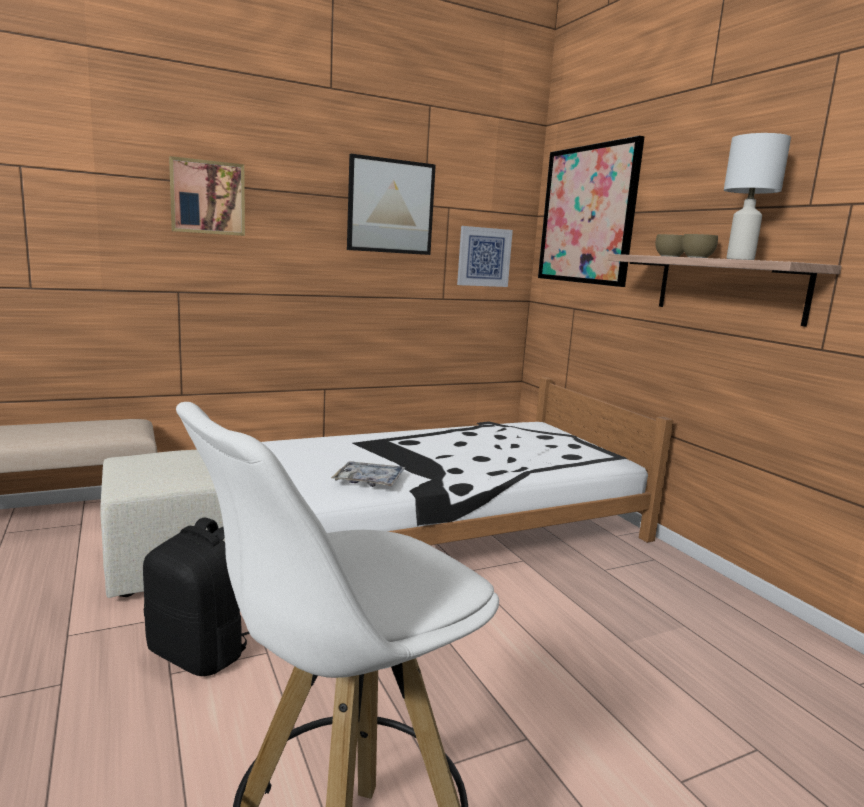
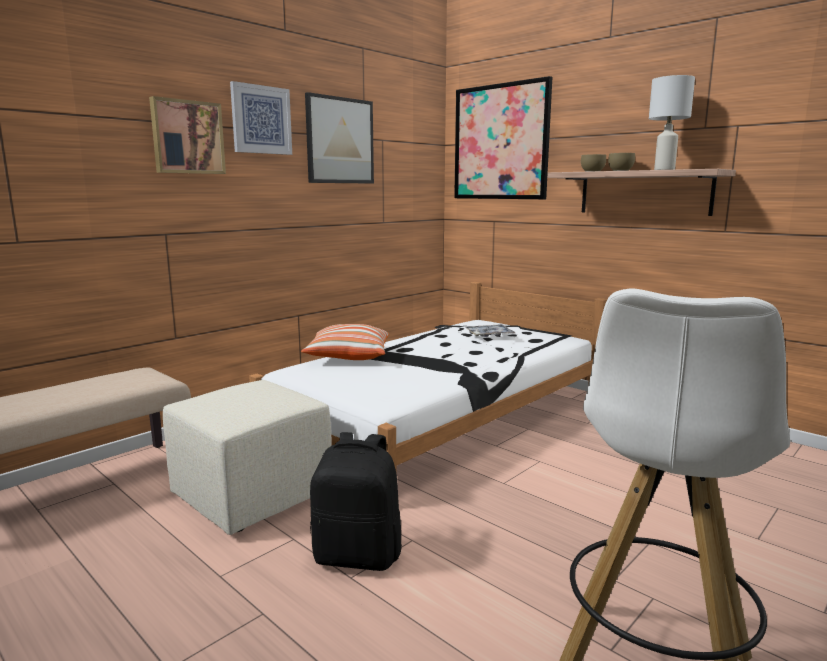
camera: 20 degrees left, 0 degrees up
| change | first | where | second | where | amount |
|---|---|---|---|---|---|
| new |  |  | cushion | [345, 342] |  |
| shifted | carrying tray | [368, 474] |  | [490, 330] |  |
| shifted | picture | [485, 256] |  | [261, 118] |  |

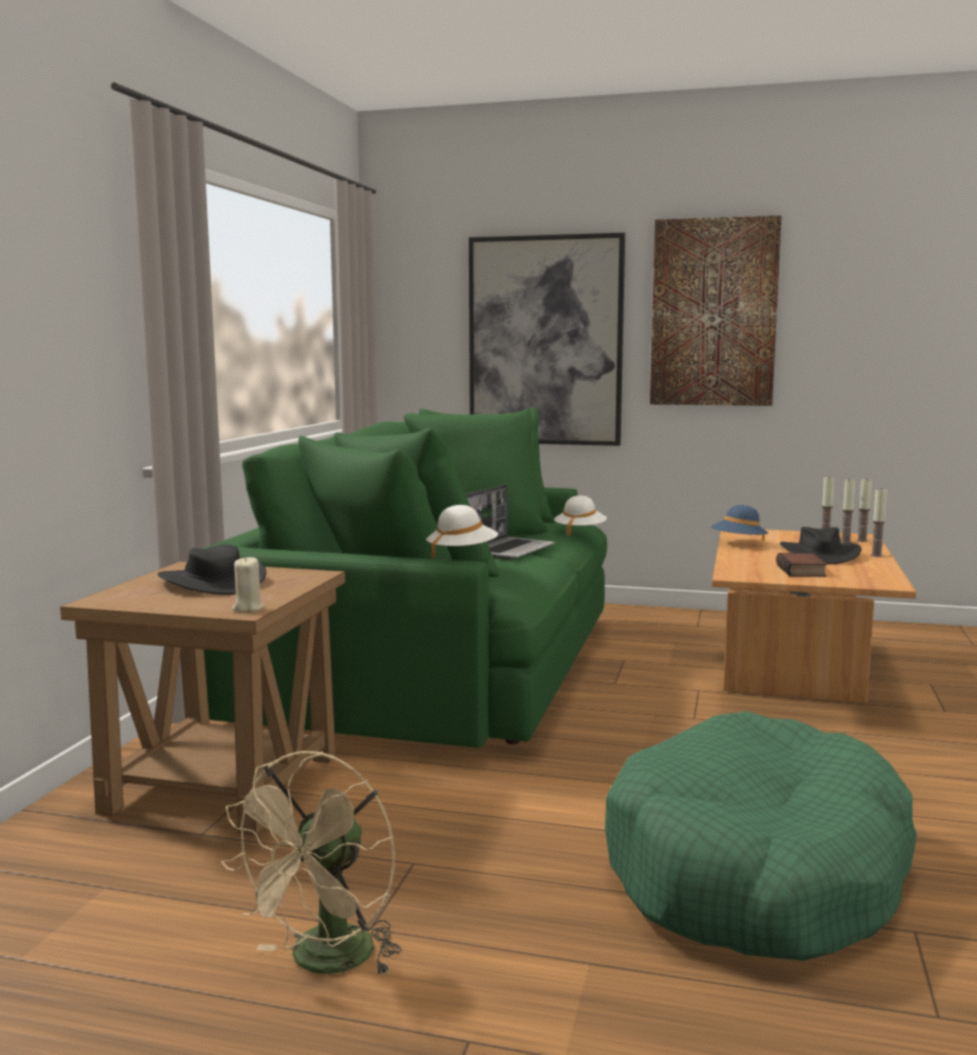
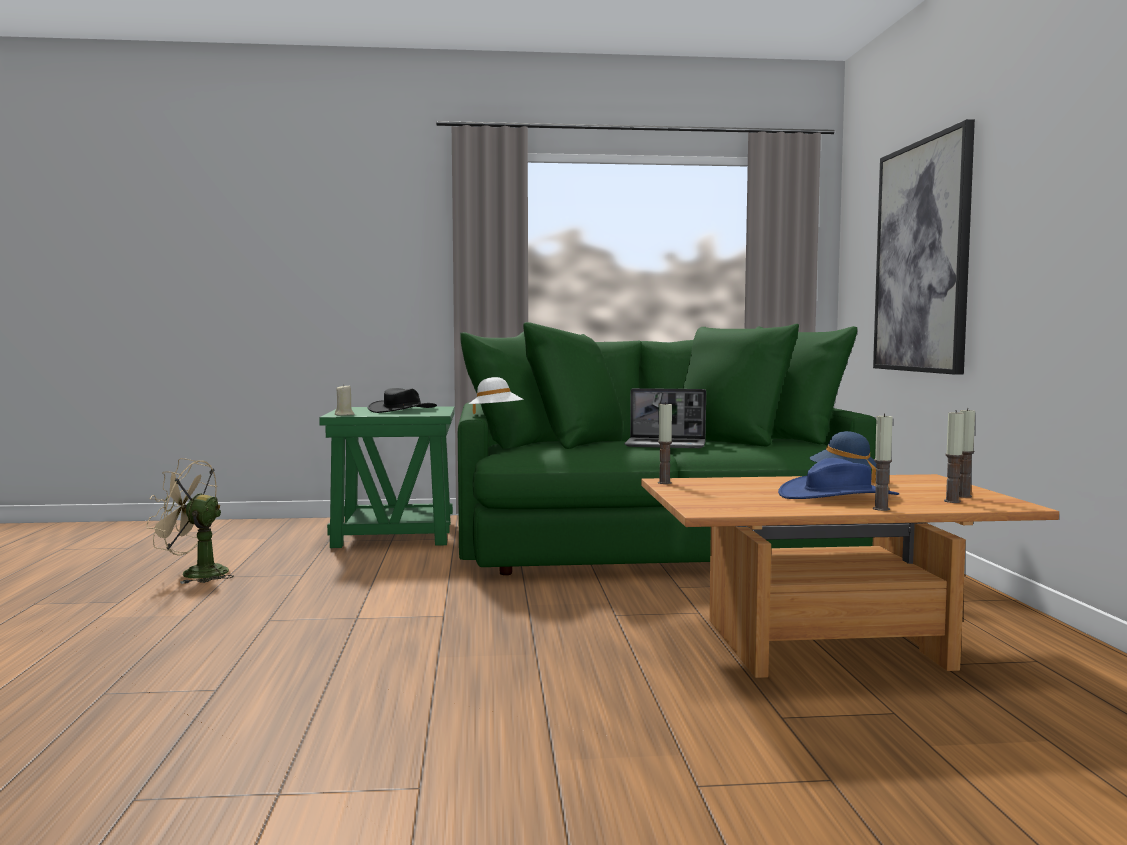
camera: 70 degrees right, 5 degrees down
| change | first | where | second | where | amount |
|---|---|---|---|---|---|
| gone | white clothing hat | [580, 515] |  |  |  |
| gone | greenish dog cushion | [761, 836] |  |  |  |
| gone | picture | [716, 310] |  |  |  |
| gone | book | [801, 565] |  |  |  |
| shifted | candle | [864, 510] |  | [665, 443] |  |
| repainted | brown-coloured accent table | [202, 698] | greenish accent table | [387, 477] |  |
| repainted | black-coloured clothing hat | [821, 545] | blue-coloured clothing hat | [838, 478] |  |

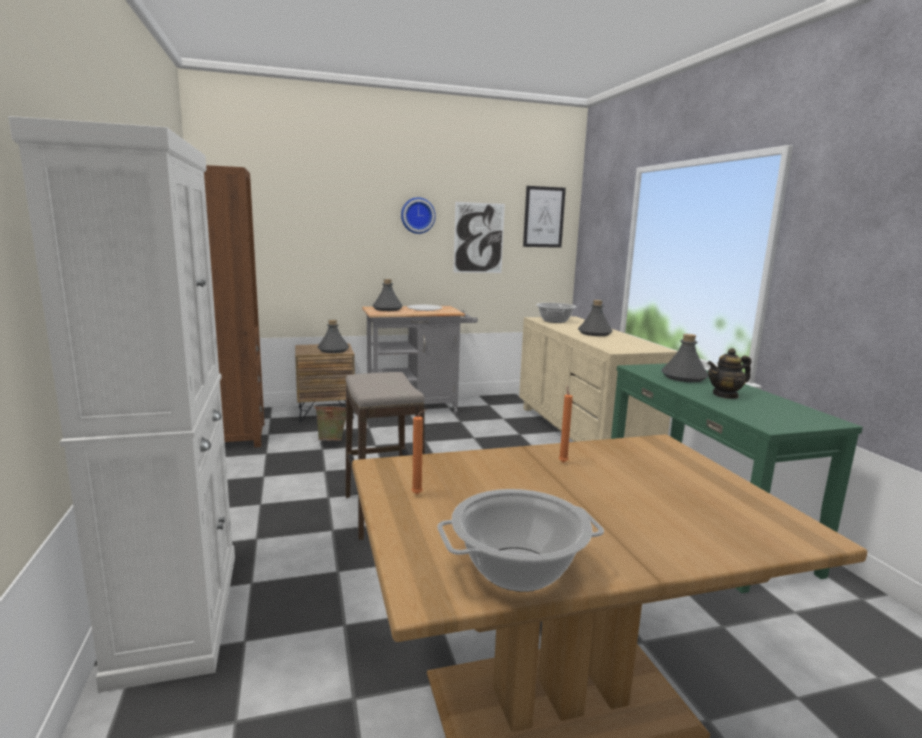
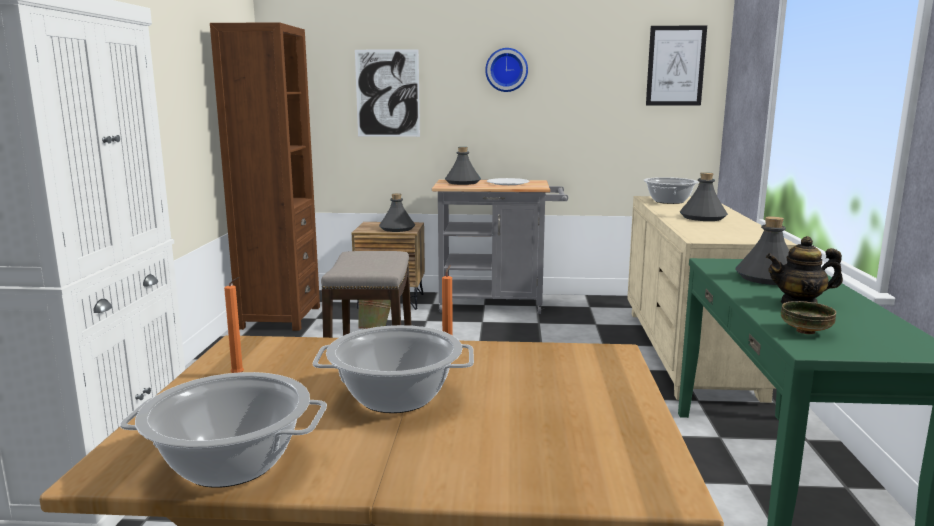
camera: 20 degrees right, 0 degrees up
| change | first | where | second | where | amount |
|---|---|---|---|---|---|
| new |  |  | cooking pot | [393, 369] |  |
| new |  |  | deep dish | [808, 317] |  |
| shifted | picture | [479, 237] |  | [387, 93] |  |

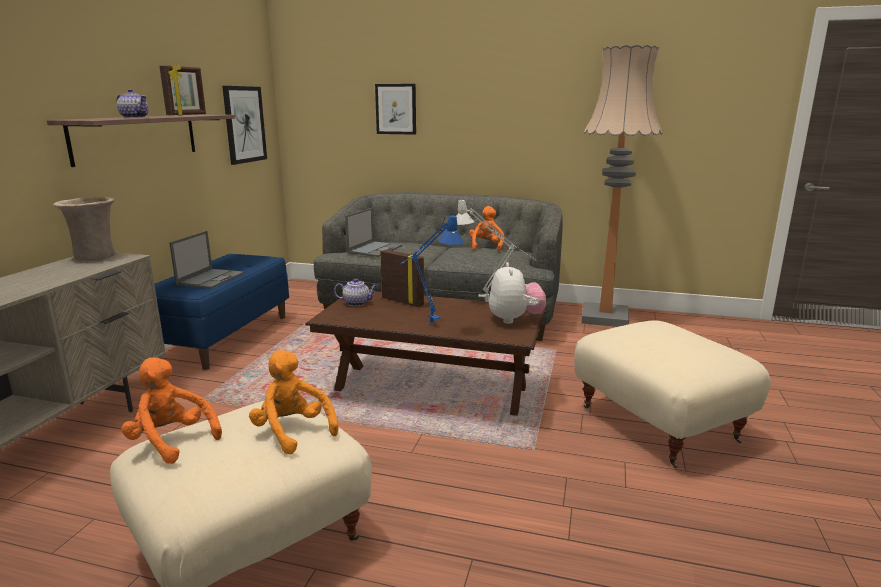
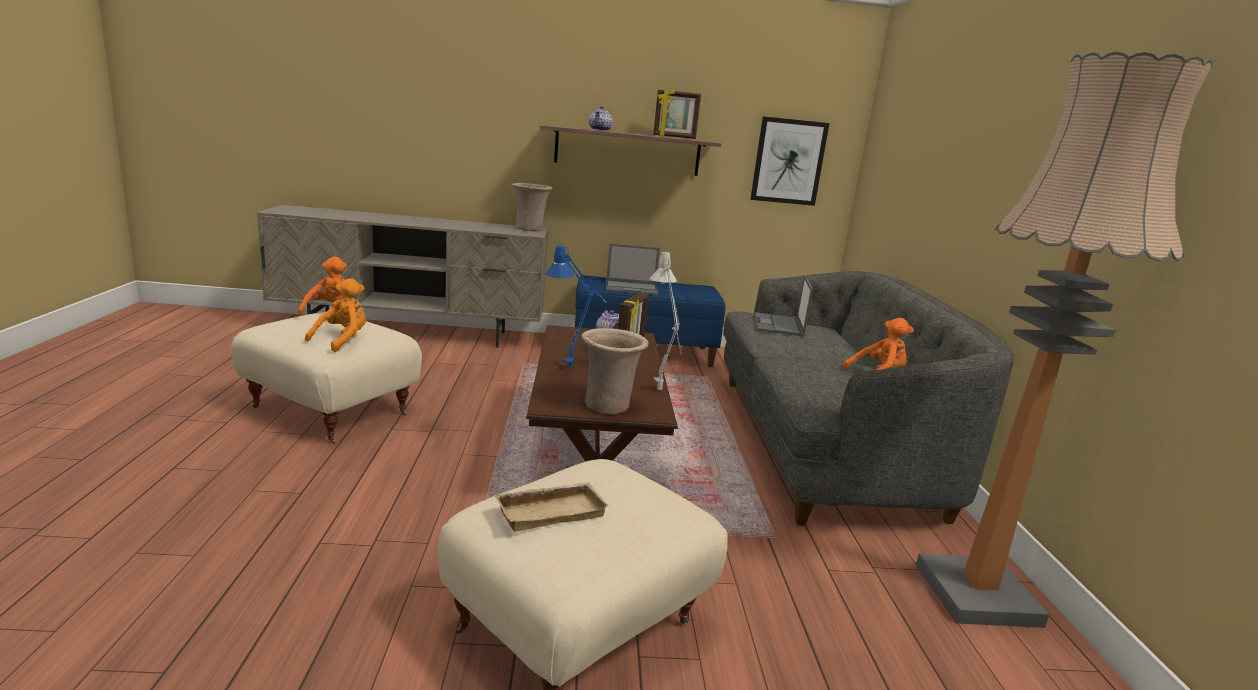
camera: 70 degrees right, 0 degrees up
| change | first | where | second | where | amount |
|---|---|---|---|---|---|
| gone | picture | [395, 109] |  |  |  |
| new |  |  | sand-coloured carrying tray | [552, 506] |  |
| swapped | cuddly toy | [517, 293] | sand-coloured flower vase | [615, 371] |  |
| rotated | notebook computer | [373, 232] |  | [784, 305] | 90 degrees clockwise |

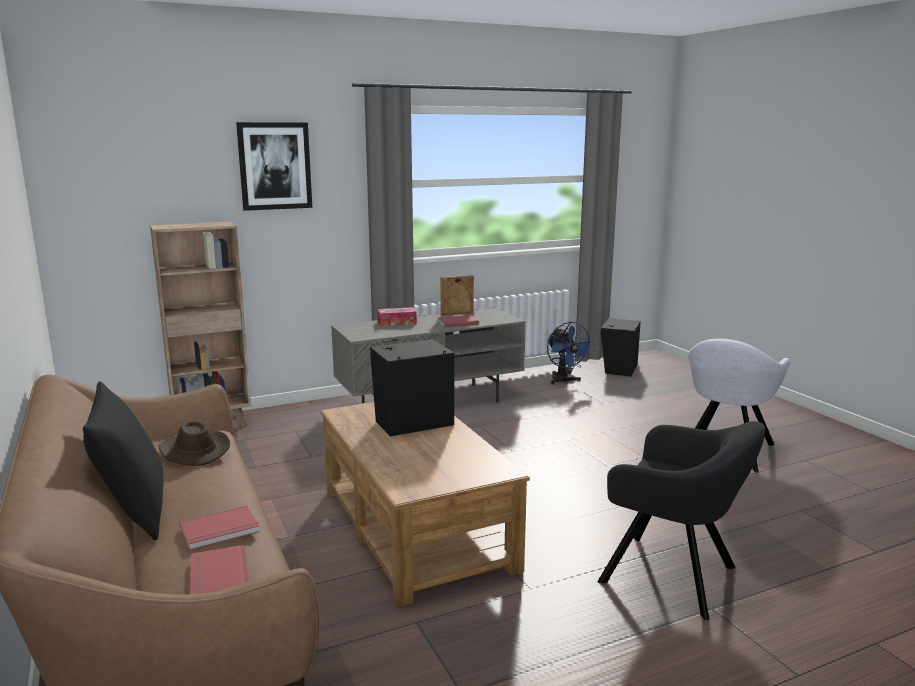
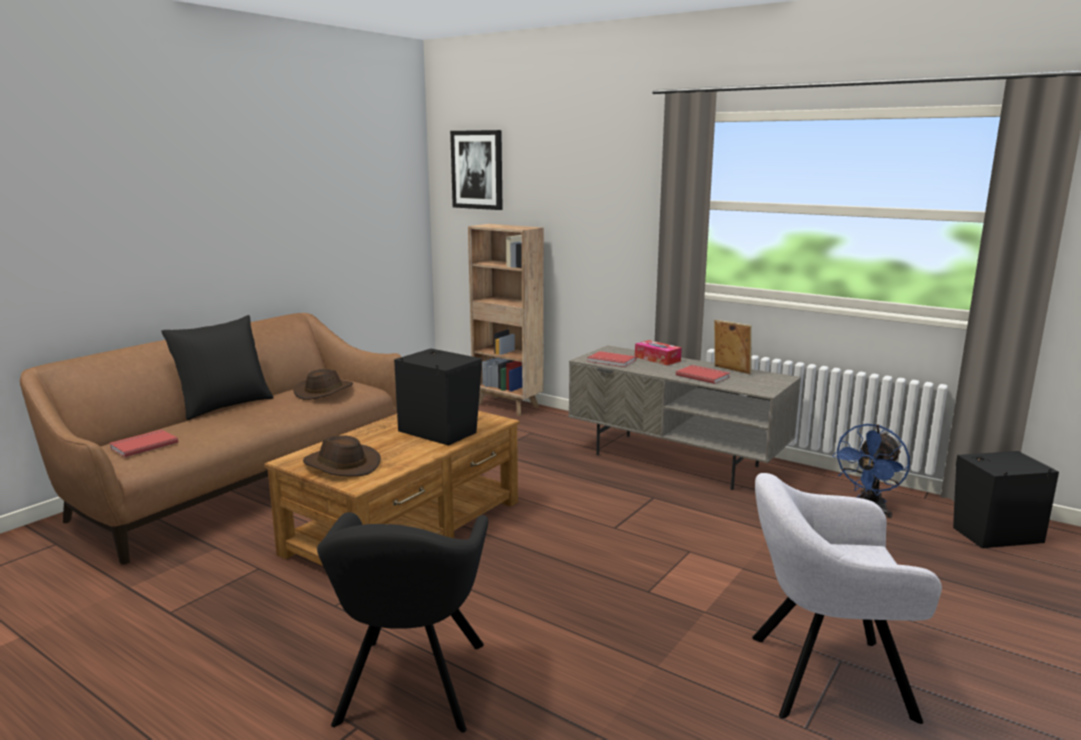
camera: 60 degrees right, 0 degrees up
| change | first | where | second | where | amount |
|---|---|---|---|---|---|
| new |  |  | brown-coloured clothing hat | [342, 456] |  |
| shifted | reddish book | [219, 528] |  | [611, 359] |  |
| shifted | picture | [274, 166] |  | [476, 170] |  |

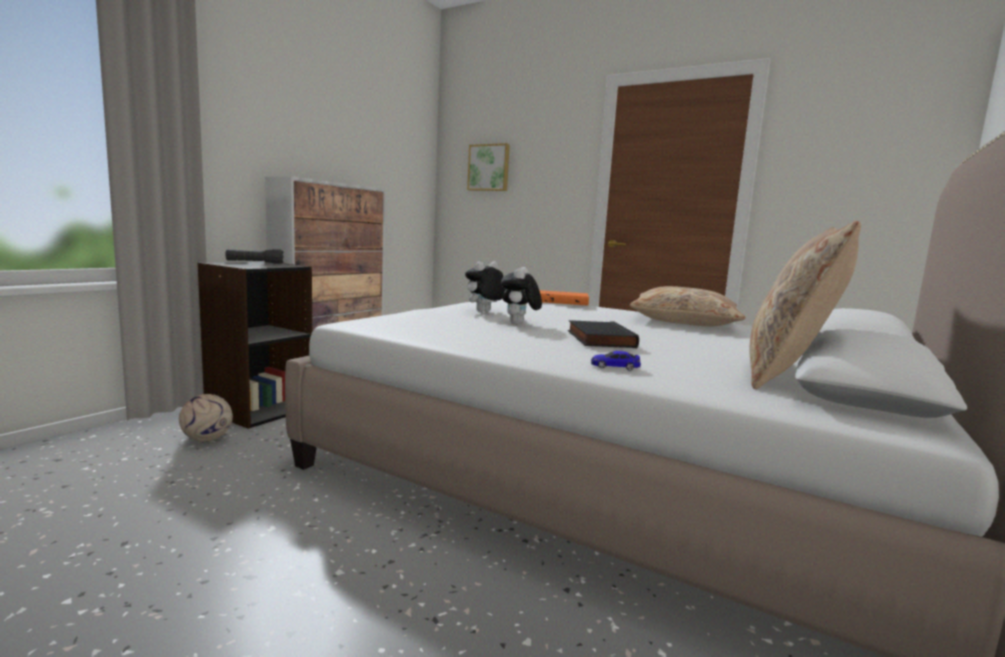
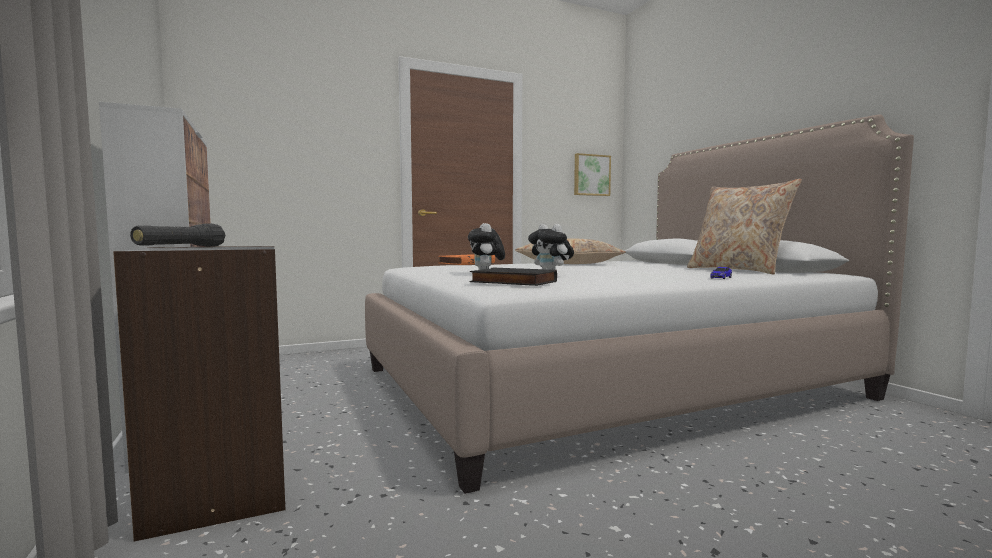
camera: 55 degrees left, 5 degrees down
| change | first | where | second | where | amount |
|---|---|---|---|---|---|
| gone | football | [206, 418] |  |  |  |
| shifted | picture | [488, 167] |  | [592, 174] |  |
| shifted | black-coloured book | [603, 334] |  | [513, 277] |  |

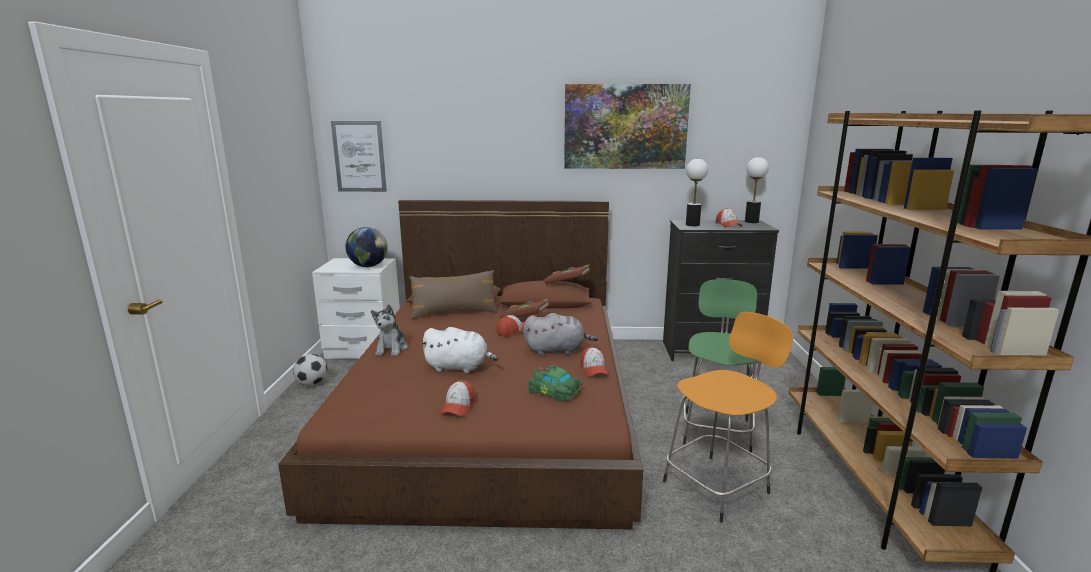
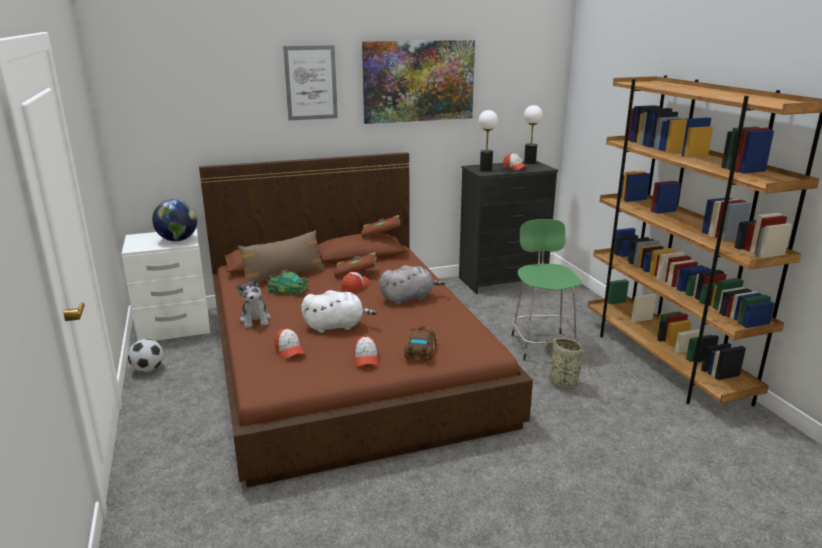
camera: 20 degrees left, 5 degrees up
| change | first | where | second | where | amount |
|---|---|---|---|---|---|
| new |  |  | brown-coloured miniature car | [420, 343] |  |
| shifted | picture | [359, 156] |  | [310, 82] |  |
| shifted | greenish miniature car | [555, 383] |  | [288, 283] |  |
| shifted | baseball cap | [594, 361] |  | [289, 343] |  |
| swapped | orangey stool seat | [728, 417] | household basket | [569, 366] |  |

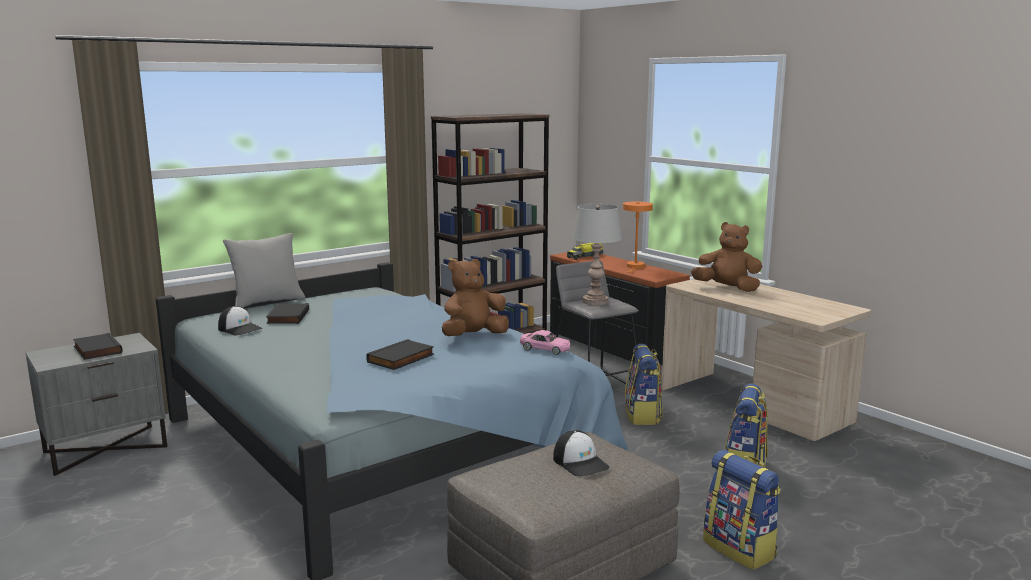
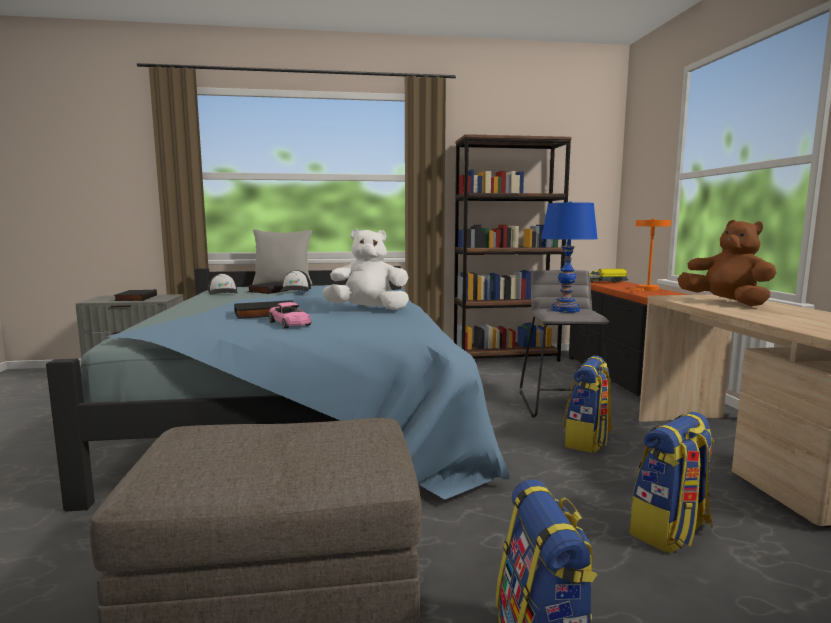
camera: 30 degrees right, 5 degrees down
| change | first | where | second | where | amount |
|---|---|---|---|---|---|
| shifted | pink miniature car | [545, 342] |  | [289, 315] |  |
| shifted | baseball cap | [581, 453] |  | [295, 281] |  |
| repainted | brown-coloured cuddly toy | [475, 297] | white cuddly toy | [366, 269] |  |
| repainted | greyish lamp for a table | [597, 254] | blue-coloured lamp for a table | [569, 257] |  |

